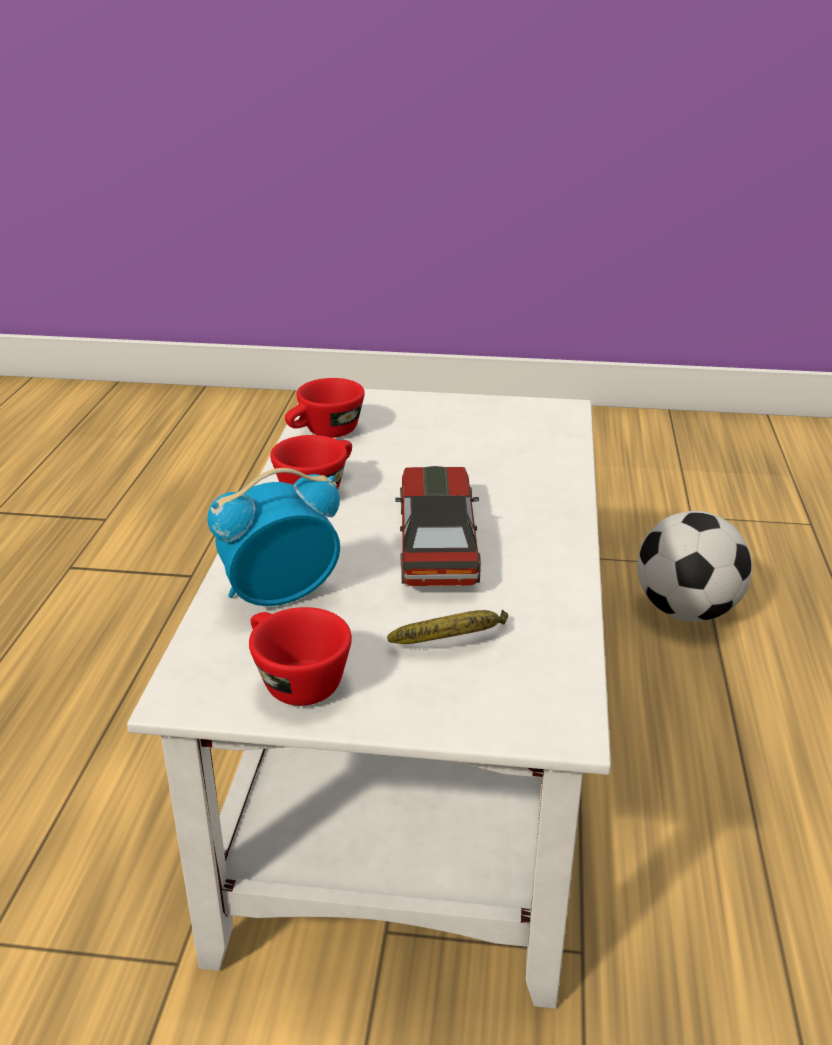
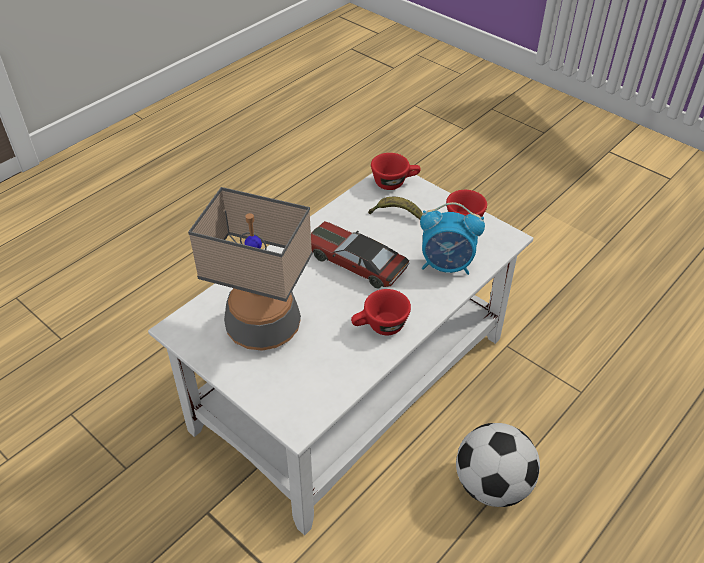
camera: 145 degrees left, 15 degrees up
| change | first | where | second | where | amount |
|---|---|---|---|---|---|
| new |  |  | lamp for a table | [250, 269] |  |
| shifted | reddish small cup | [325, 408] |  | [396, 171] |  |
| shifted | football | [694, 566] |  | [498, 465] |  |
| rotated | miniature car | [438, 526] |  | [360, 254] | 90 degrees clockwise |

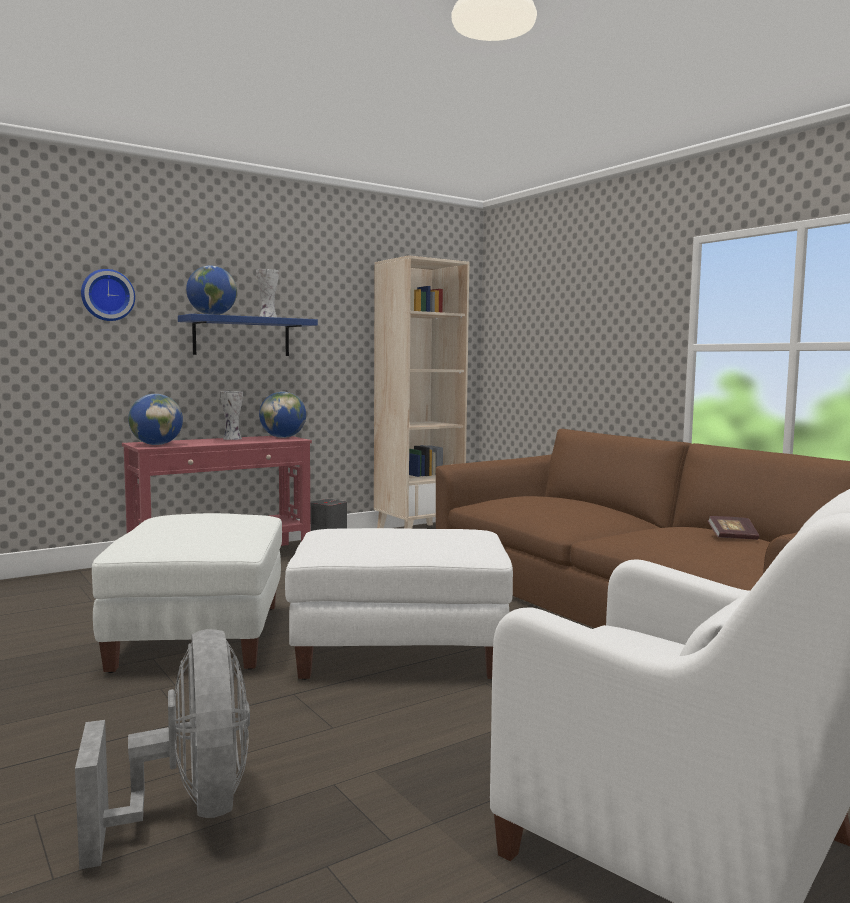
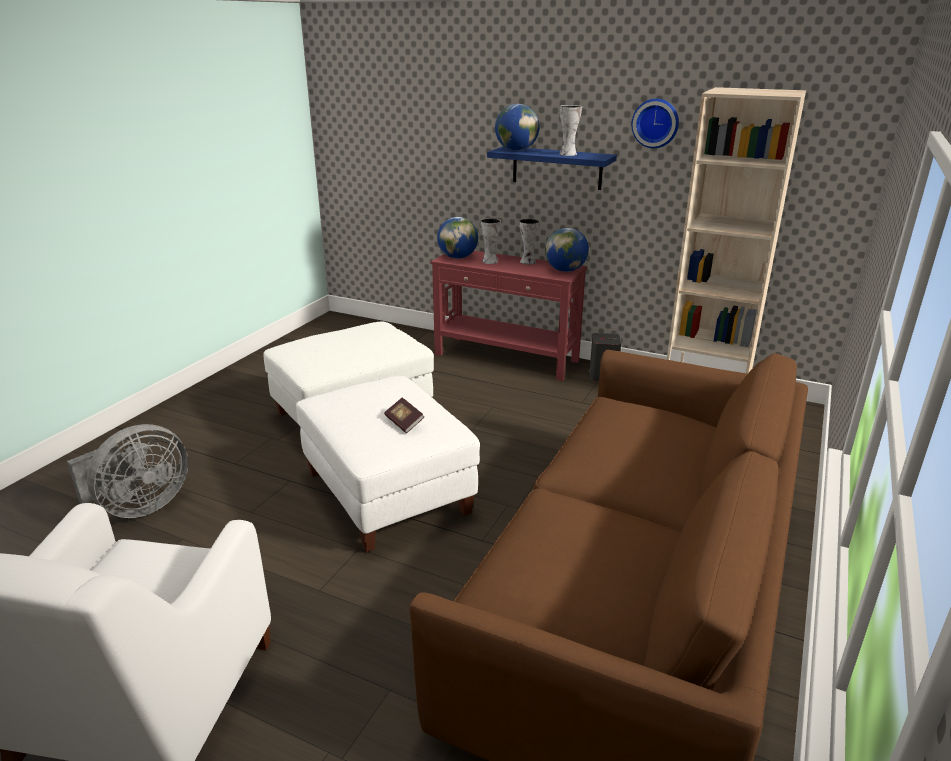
camera: 60 degrees right, 20 degrees up
| change | first | where | second | where | amount |
|---|---|---|---|---|---|
| new |  |  | flower vase | [490, 241] |  |
| shifted | hanging clock | [108, 295] |  | [655, 123] |  |
| shifted | book | [733, 528] |  | [404, 415] |  |

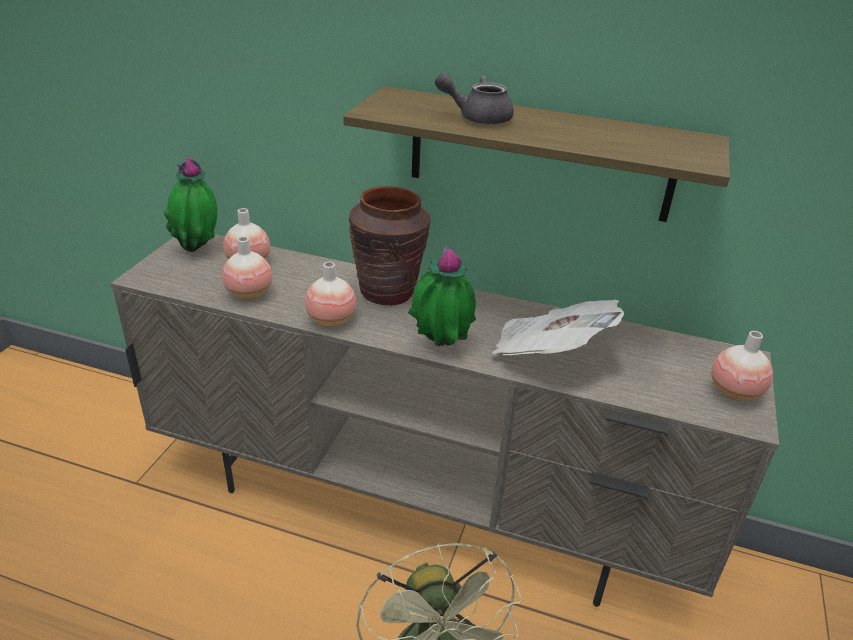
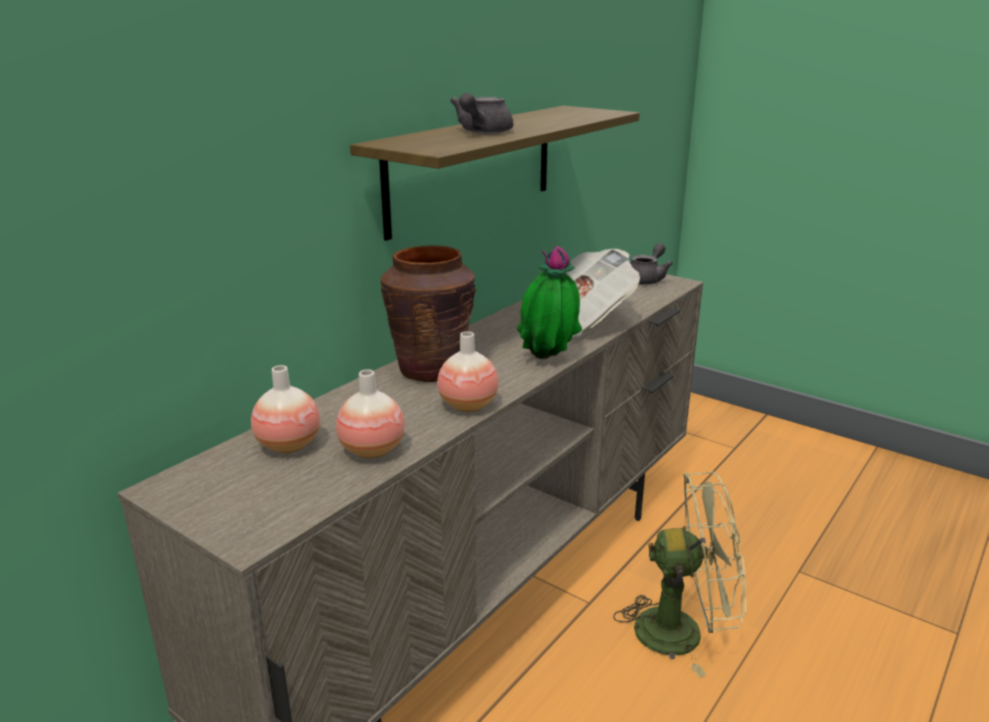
camera: 70 degrees left, 10 degrees down
| change | first | where | second | where | amount |
|---|---|---|---|---|---|
| gone | houseplant | [190, 205] |  |  |  |
| swapped | flower vase | [742, 366] | greyish tea pot | [651, 264] |  |

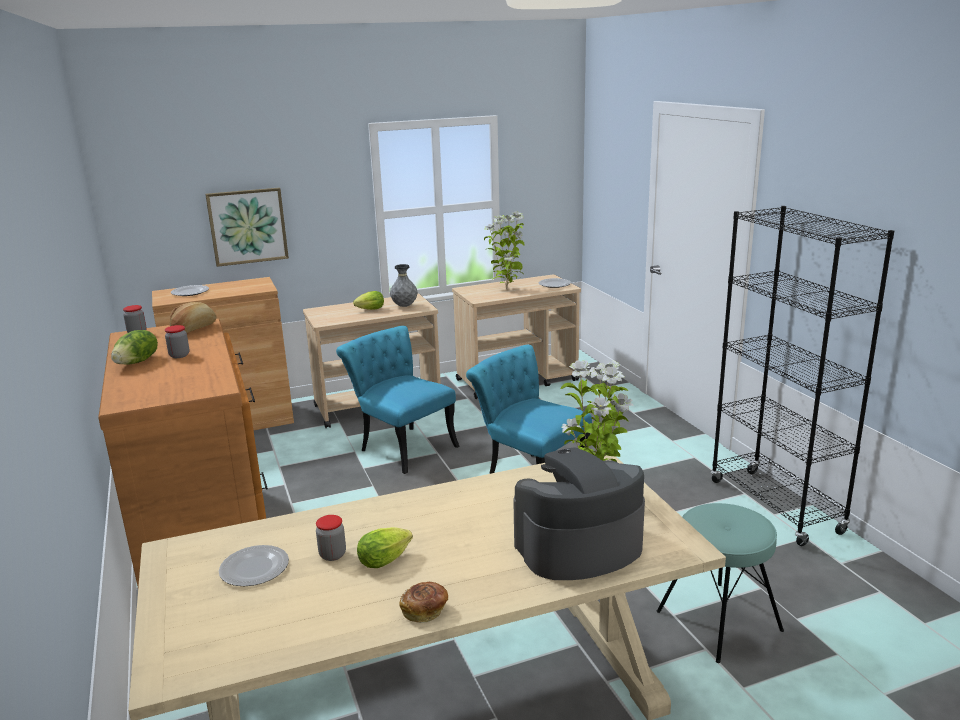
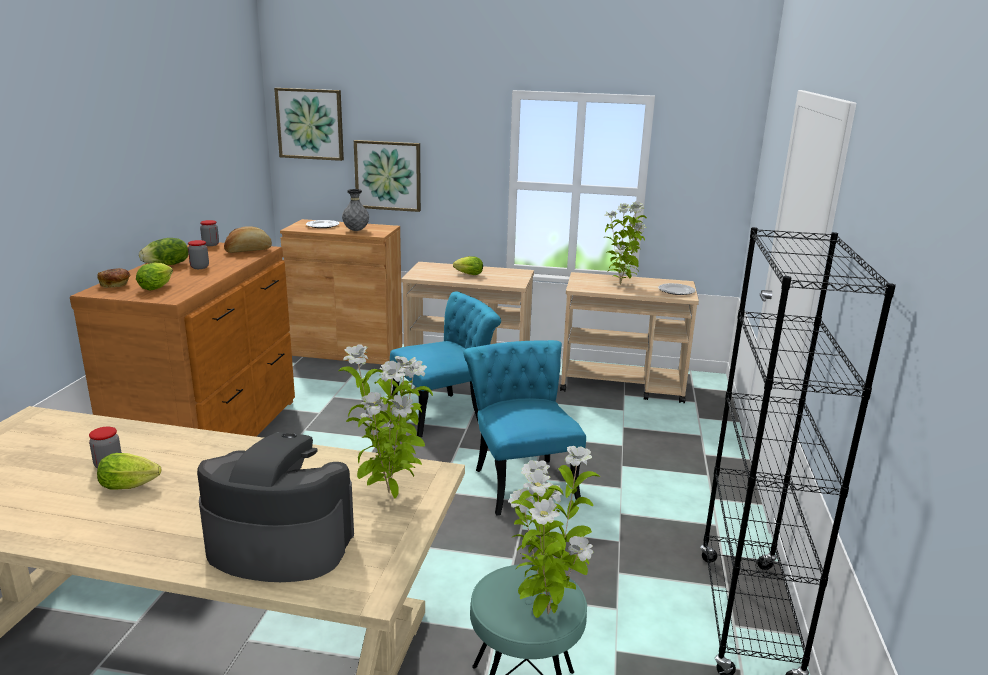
camera: 30 degrees right, 0 degrees up
| change | first | where | second | where | amount |
|---|---|---|---|---|---|
| gone | flat dish | [254, 565] |  |  |  |
| new |  |  | lettuce head | [154, 277] |  |
| new |  |  | picture | [309, 124] |  |
| new |  |  | houseplant | [554, 532] |  |
| shifted | greyish flower vase | [403, 285] |  | [355, 210] |  |
| shifted | bakery bread | [423, 602] |  | [114, 278] |  |
| rotated | turquoise plain chair | [398, 400] |  | [445, 364] | 75 degrees clockwise |

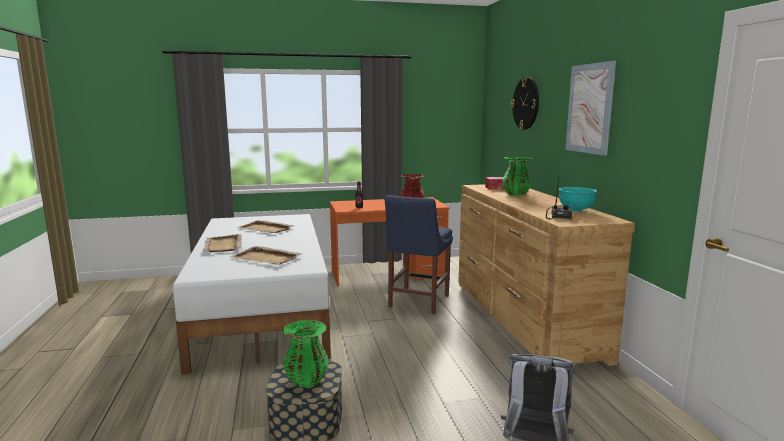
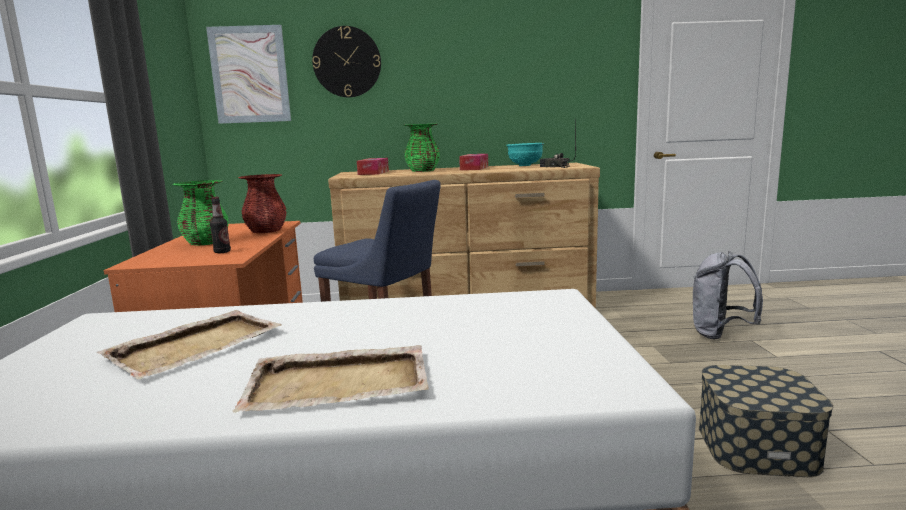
camera: 80 degrees left, 0 degrees up
| change | first | where | second | where | amount |
|---|---|---|---|---|---|
| gone | sand-coloured carrying tray | [266, 255] |  |  |  |
| new |  |  | tissue box | [473, 162] |  |
| shifted | greenish flower vase | [305, 353] |  | [200, 213] |  |
| shifted | picture | [590, 108] |  | [248, 74] |  |

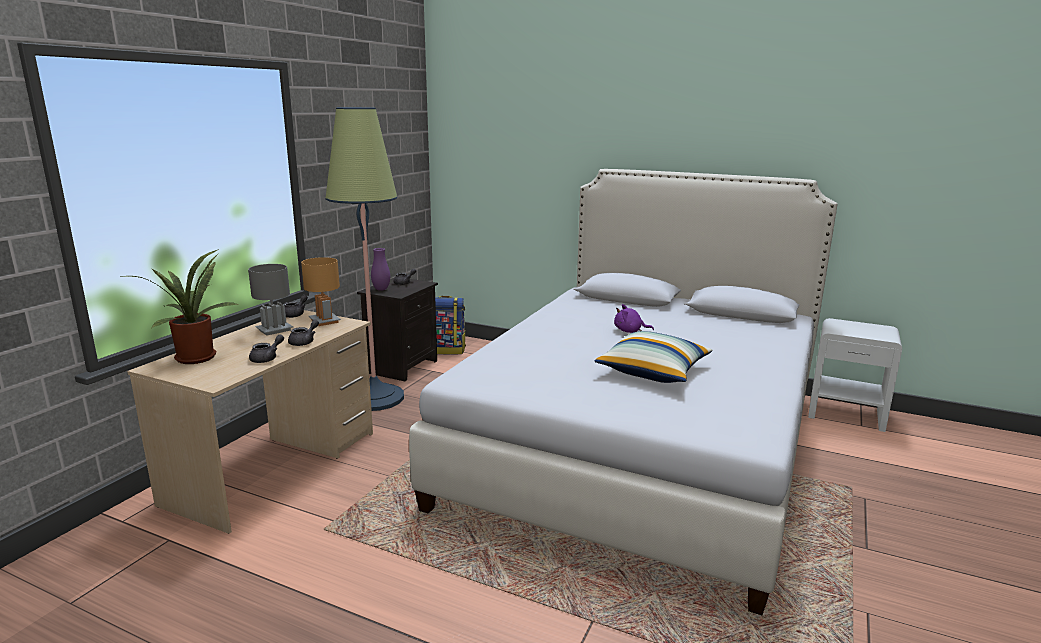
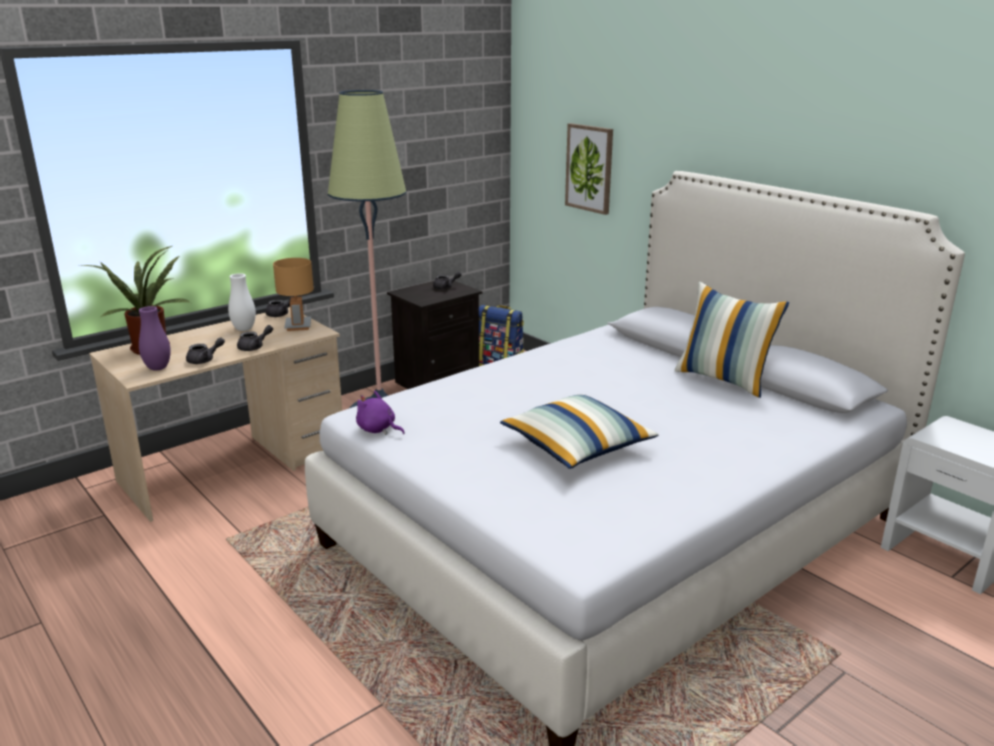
camera: 25 degrees right, 5 degrees up
| change | first | where | second | where | amount |
|---|---|---|---|---|---|
| new |  |  | picture | [589, 169] |  |
| new |  |  | cushion | [732, 340] |  |
| shifted | purplish flower vase | [380, 269] |  | [155, 338] |  |
| shifted | purplish cuddly toy | [634, 318] |  | [380, 413] |  |
| swapped | greyish lamp for a table | [270, 300] | white flower vase | [242, 302] |  |

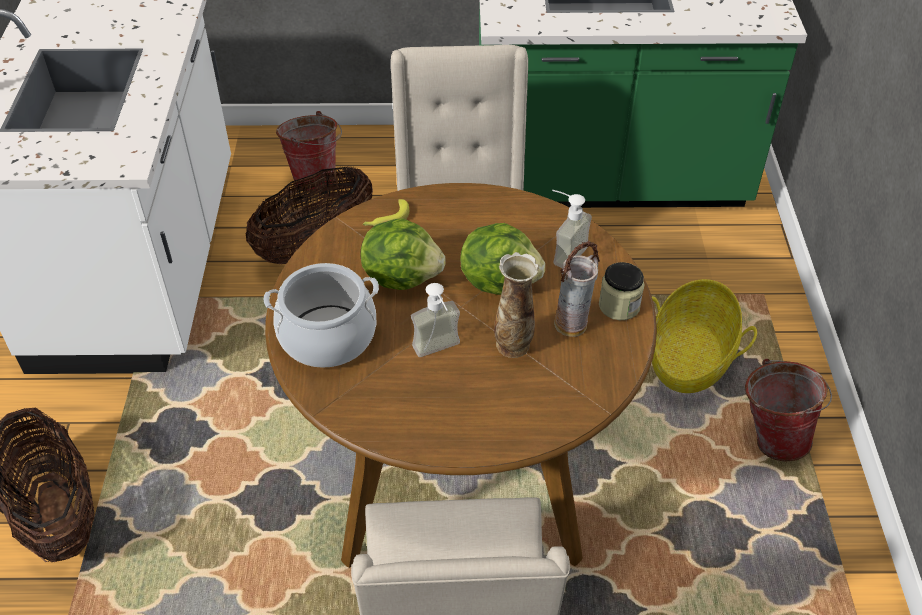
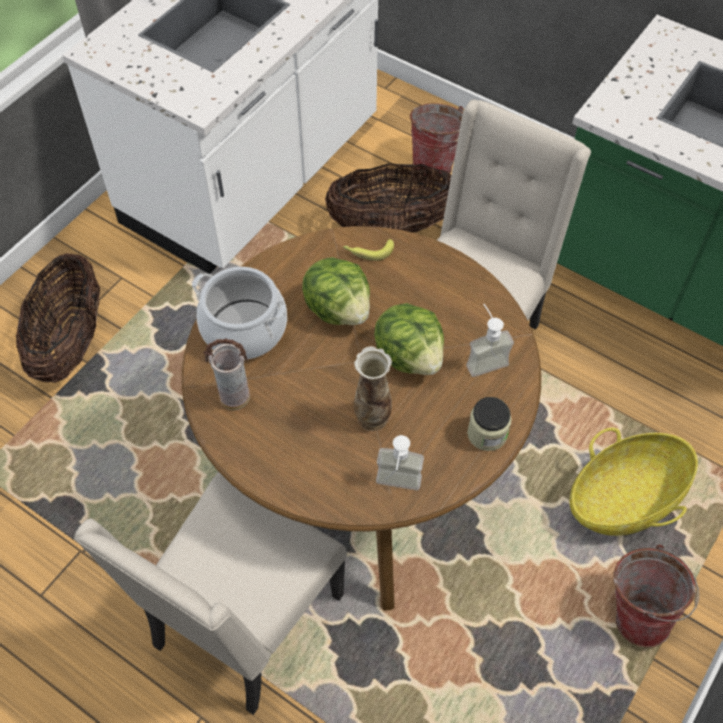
camera: 35 degrees right, 10 degrees up
| change | first | where | second | where | amount |
|---|---|---|---|---|---|
| shifted | soap bottle | [435, 320] |  | [400, 462] |  |
| shifted | flower vase | [577, 289] |  | [226, 374] |  |

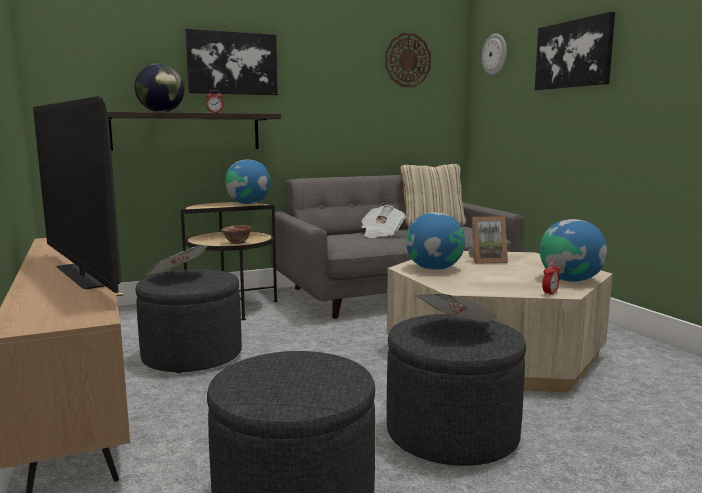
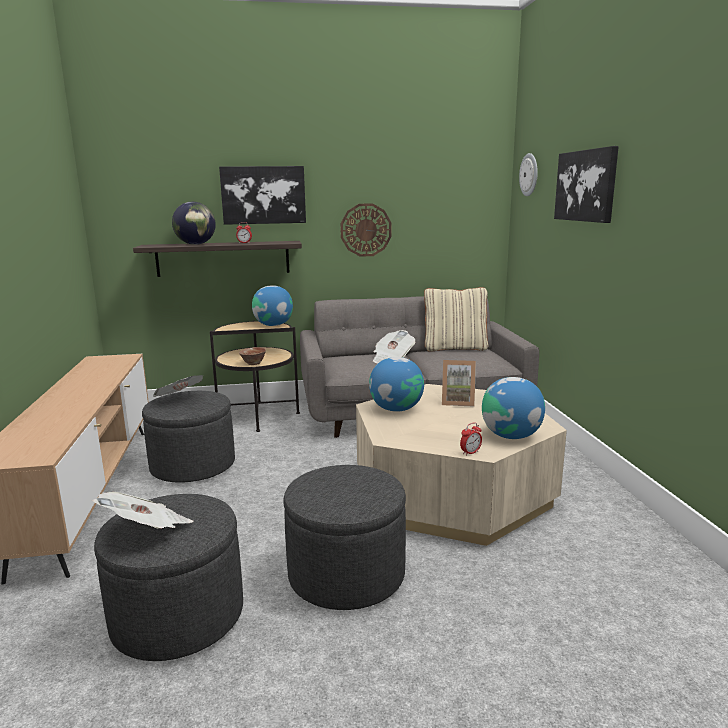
camera: 15 degrees right, 5 degrees up
| change | first | where | second | where | amount |
|---|---|---|---|---|---|
| gone | television | [77, 194] |  |  |  |
| shifted | hanging clock | [408, 60] |  | [366, 230] |  |
| shifted | printed paper | [455, 307] |  | [143, 510] |  |

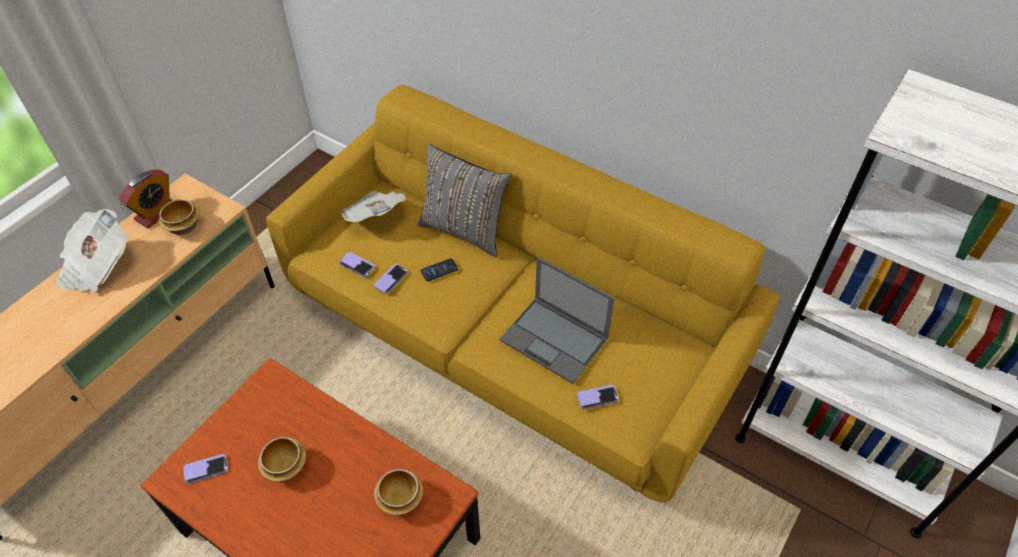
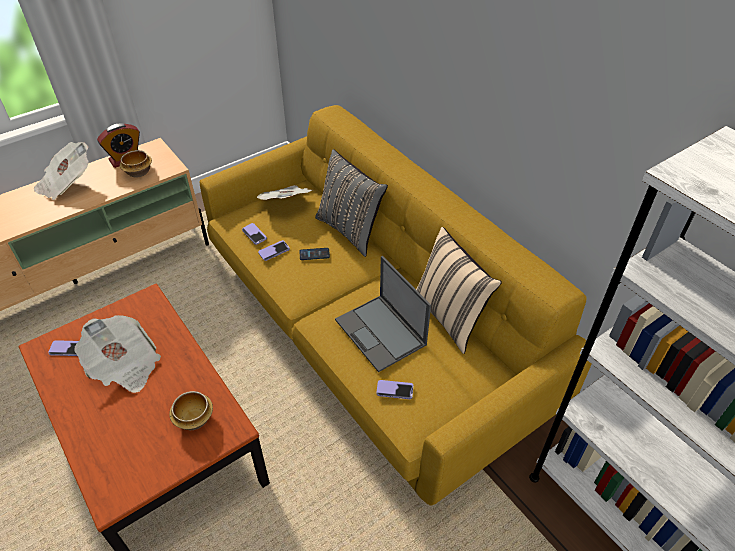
camera: 20 degrees right, 5 degrees down
| change | first | where | second | where | amount |
|---|---|---|---|---|---|
| new |  |  | sand-coloured cushion | [459, 290] |  |
| swapped | deep dish | [282, 459] | printed paper | [118, 354] |  |

